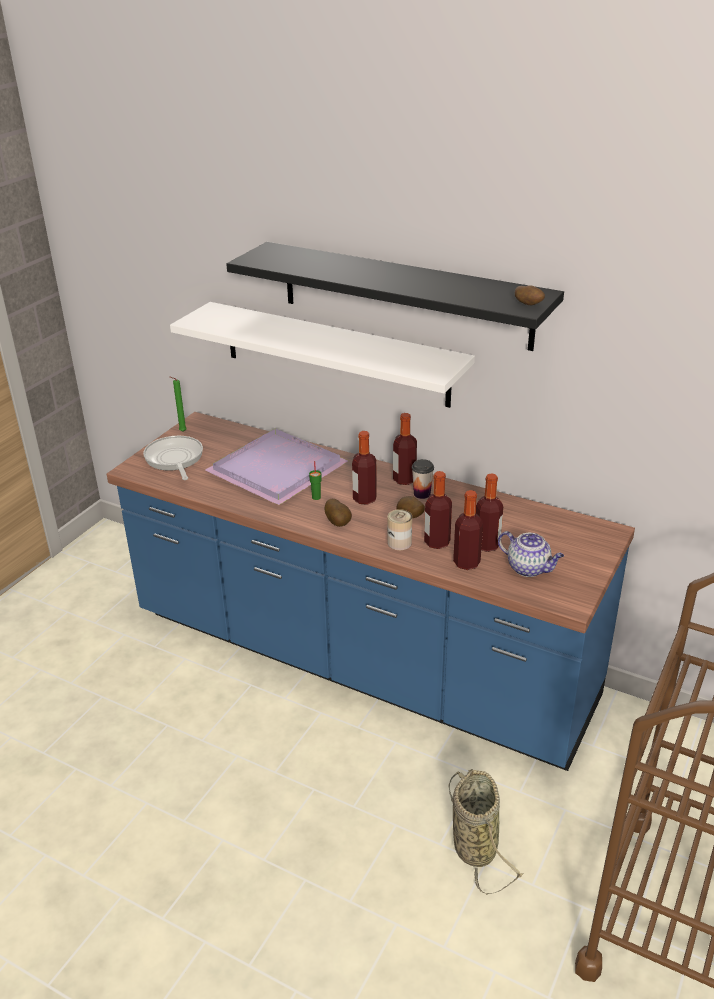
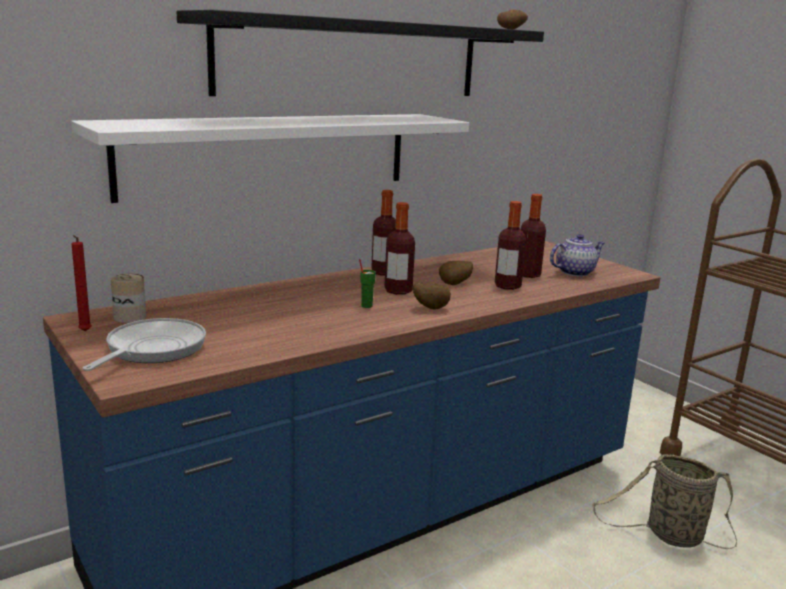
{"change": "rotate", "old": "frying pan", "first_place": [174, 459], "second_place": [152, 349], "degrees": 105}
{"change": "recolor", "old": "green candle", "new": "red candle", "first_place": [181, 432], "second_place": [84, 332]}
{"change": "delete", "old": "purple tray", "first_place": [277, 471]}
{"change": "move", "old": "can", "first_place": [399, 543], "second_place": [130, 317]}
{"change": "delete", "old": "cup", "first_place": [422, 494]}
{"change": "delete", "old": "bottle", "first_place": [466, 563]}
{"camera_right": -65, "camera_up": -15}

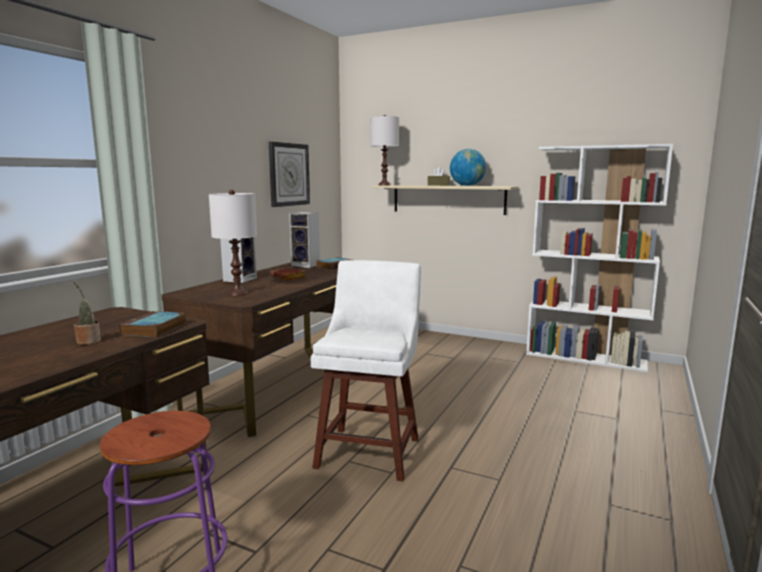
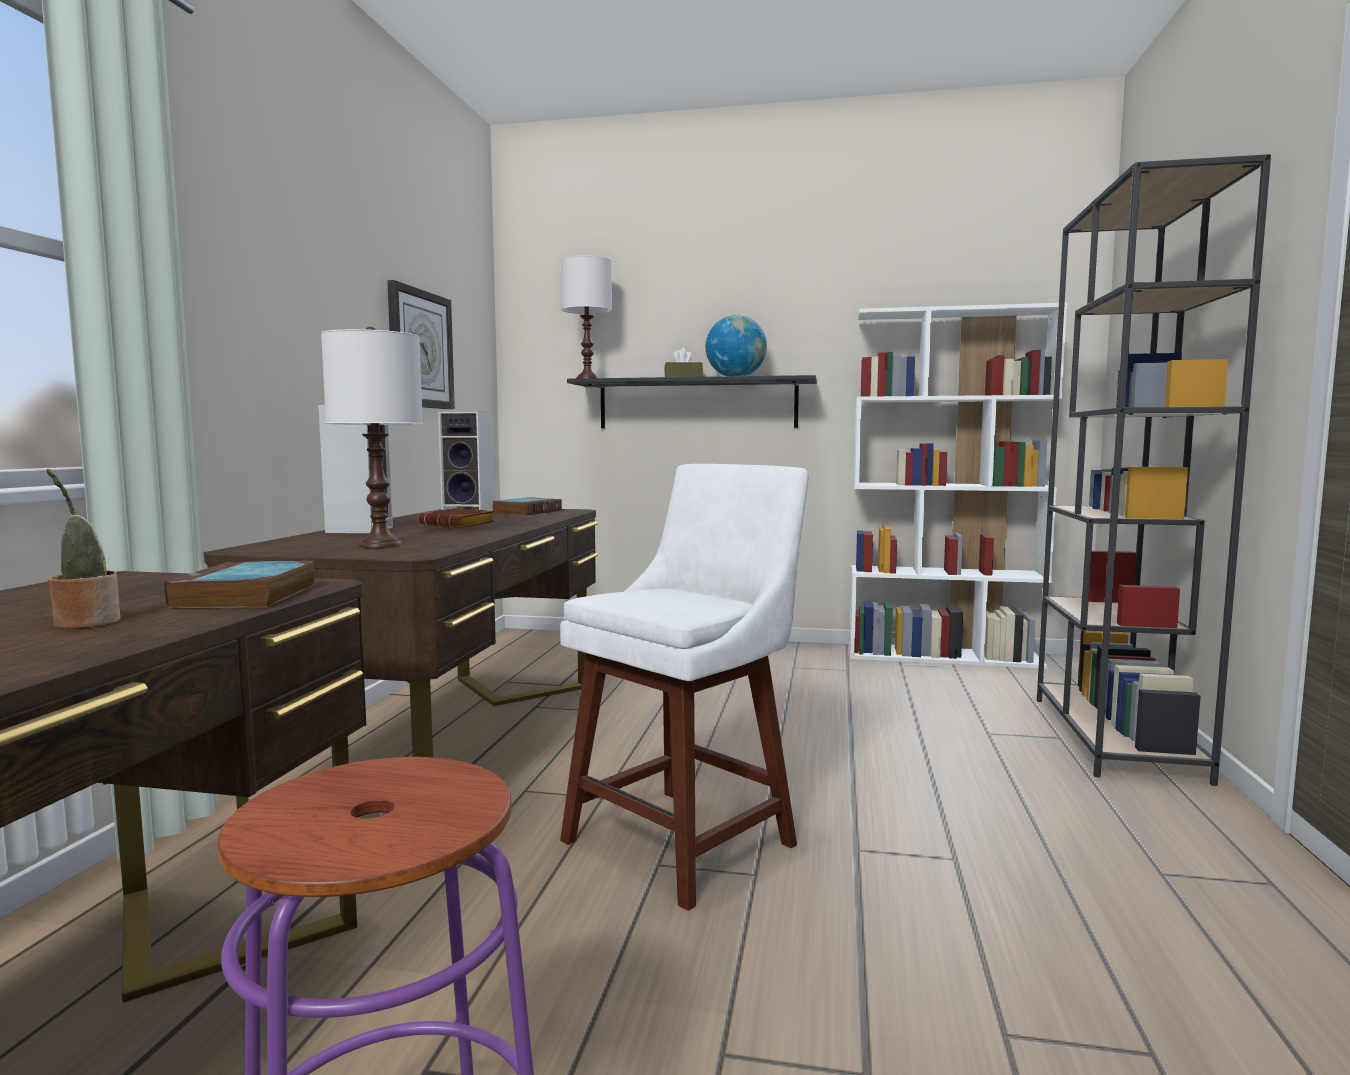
{"change": "rotate", "old": "white chair", "first_place": [370, 450], "second_place": [687, 838], "degrees": 45}
{"change": "recolor", "old": "beige shelf", "new": "black shelf", "first_place": [448, 199], "second_place": [697, 404]}
{"change": "insert", "new": "bookcase", "second_place": [1116, 738]}
{"camera_right": -15, "camera_up": -5}

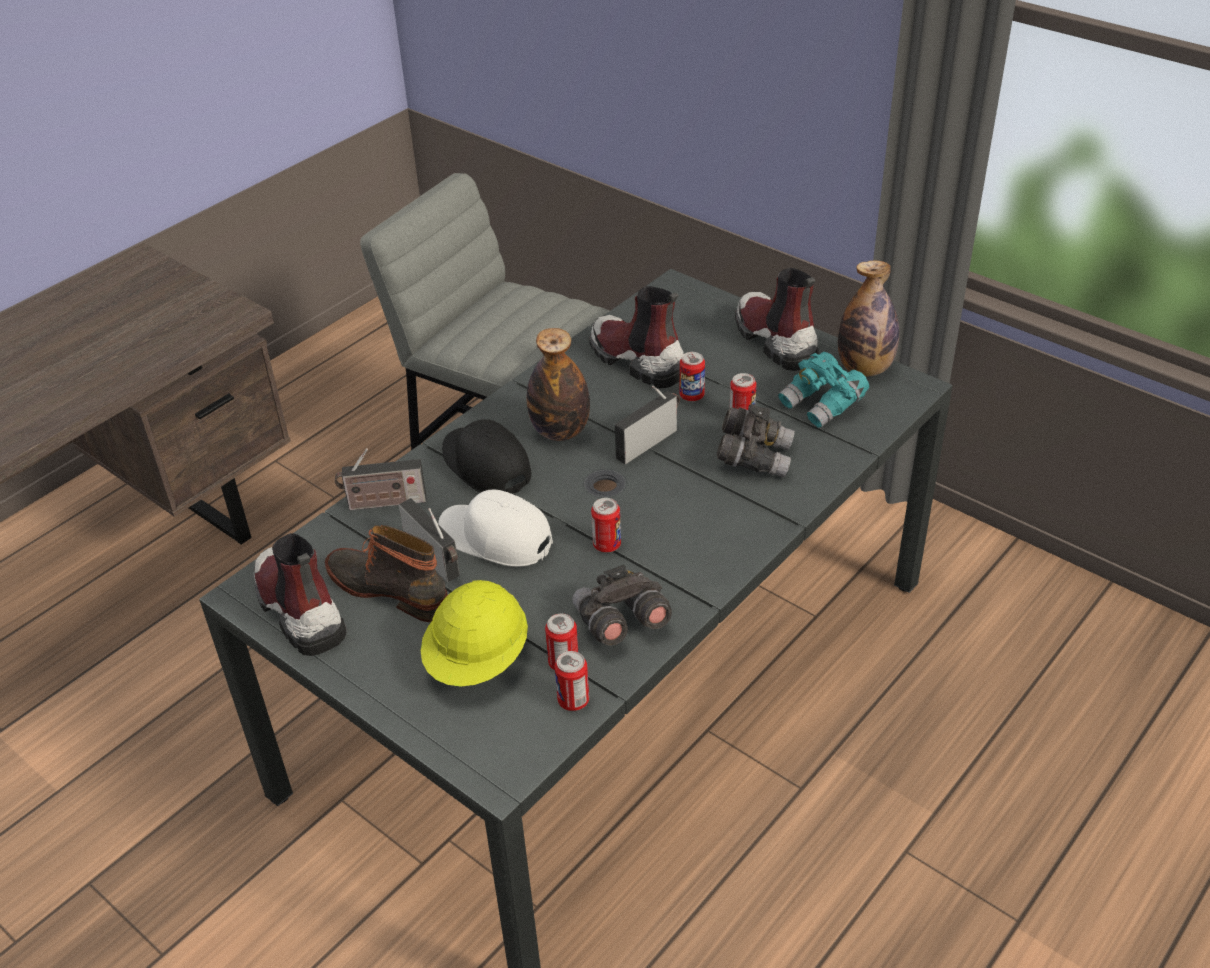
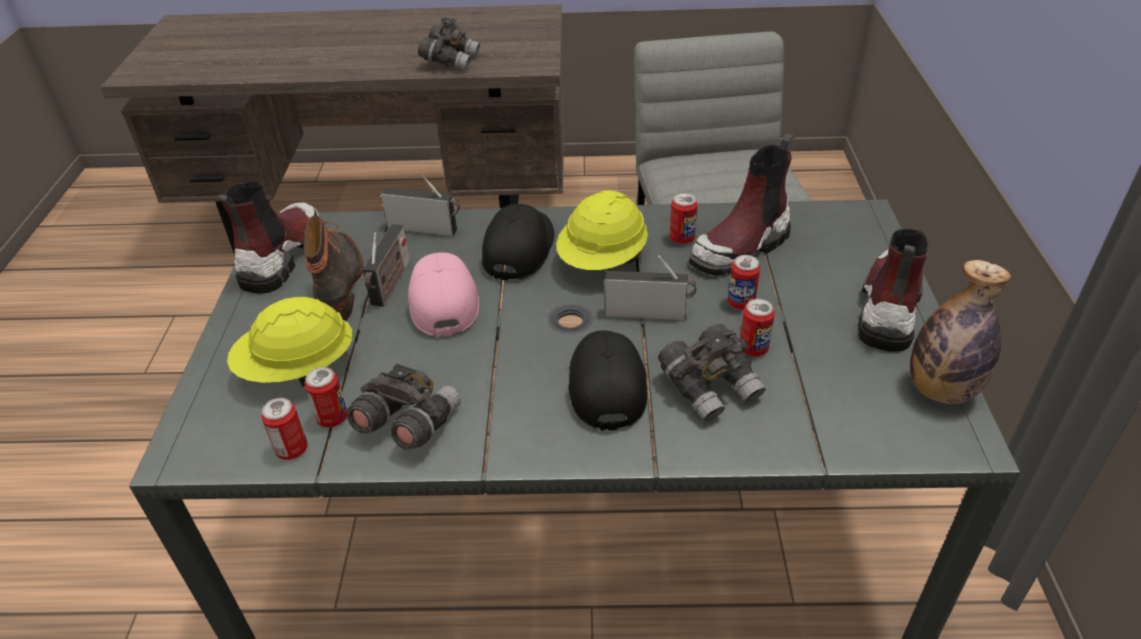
{"change": "rotate", "old": "radio", "first_place": [383, 503], "second_place": [426, 228], "degrees": 150}
{"change": "recolor", "old": "white cap", "new": "pink cap", "first_place": [496, 538], "second_place": [443, 300]}
{"change": "replace", "old": "bottle", "new": "yellow hard hat", "first_place": [560, 431], "second_place": [603, 261]}
{"change": "rotate", "old": "boot", "first_place": [635, 361], "second_place": [741, 248], "degrees": -135}
{"change": "move", "old": "can", "first_place": [607, 545], "second_place": [682, 239]}
{"change": "delete", "old": "turquoise binoculars", "first_place": [822, 405]}
{"change": "insert", "new": "grey binoculars", "second_place": [450, 61]}
{"change": "insert", "new": "black cap", "second_place": [606, 383]}
{"camera_right": 50, "camera_up": 0}

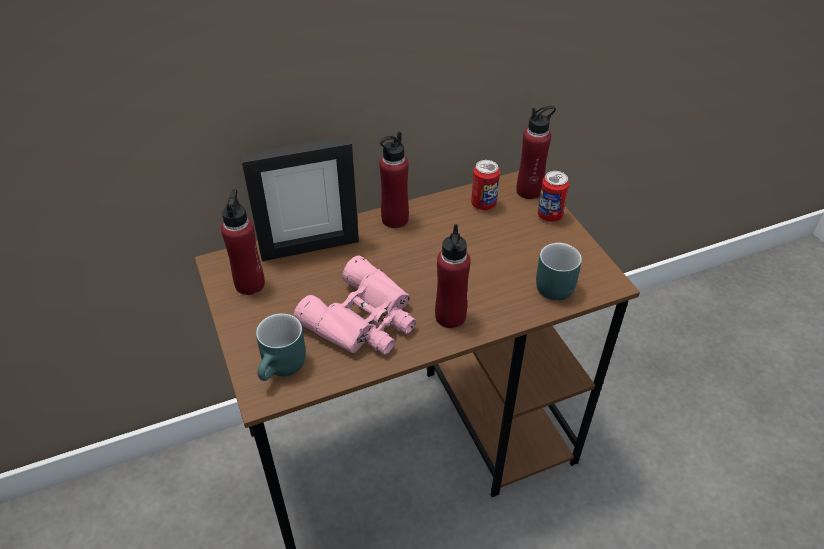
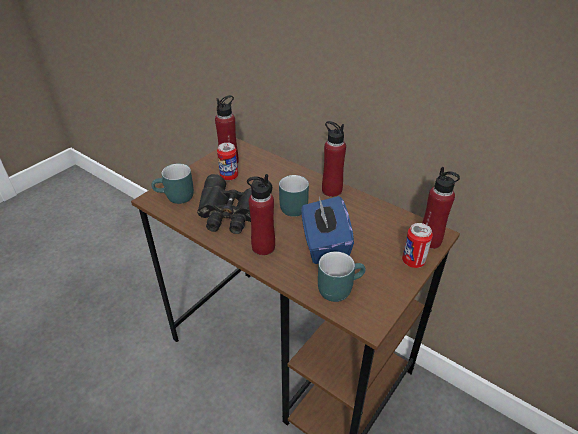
{"change": "delete", "old": "picture frame", "first_place": [309, 245]}
{"change": "recolor", "old": "pink binoculars", "new": "black binoculars", "first_place": [364, 320], "second_place": [232, 212]}
{"change": "move", "old": "can", "first_place": [483, 204], "second_place": [229, 176]}
{"change": "insert", "new": "turquoise mug", "second_place": [291, 206]}
{"change": "insert", "new": "blue tissue box", "second_place": [324, 245]}
{"camera_right": 60, "camera_up": -5}

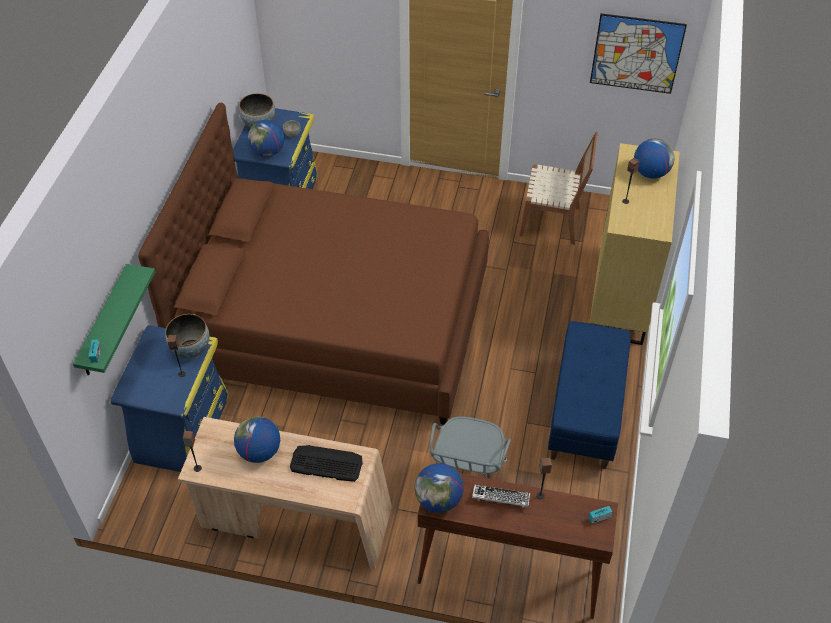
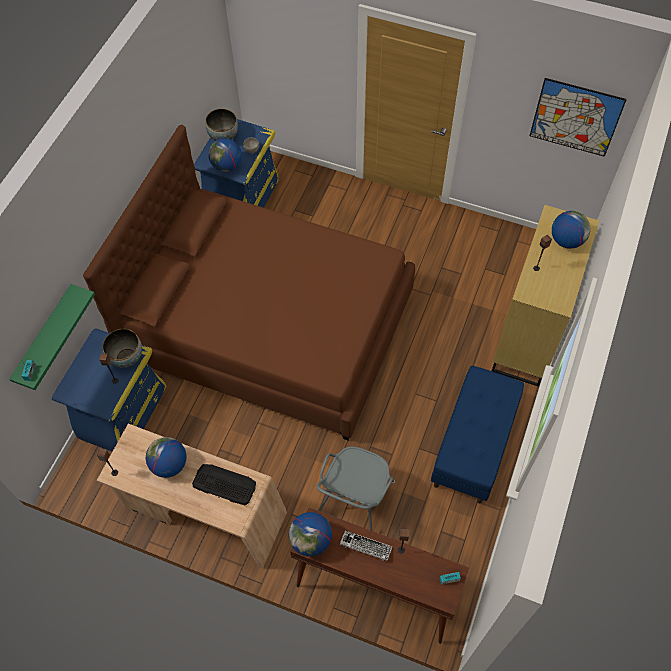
{"change": "delete", "old": "chair", "first_place": [553, 223]}
{"camera_right": 10, "camera_up": 10}

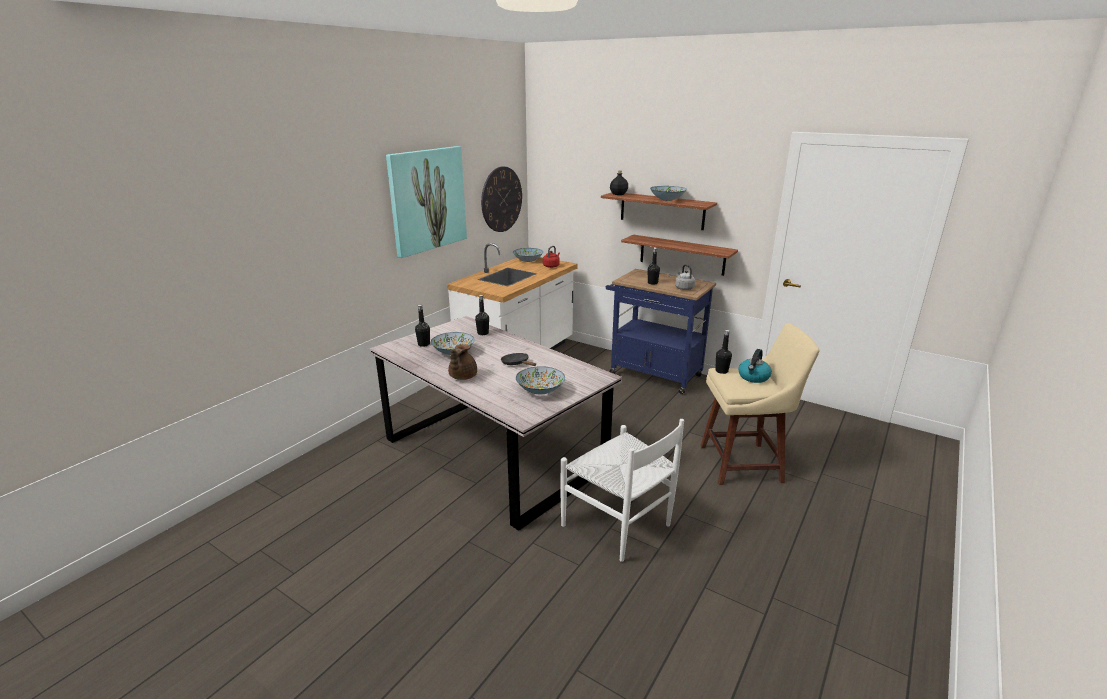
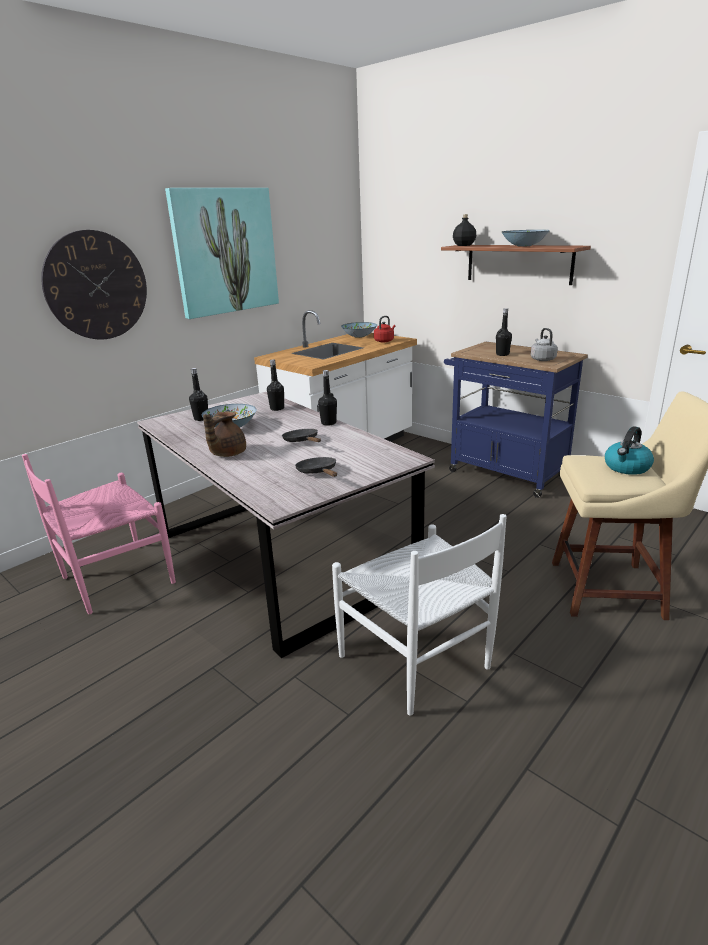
{"change": "move", "old": "wall clock", "first_place": [501, 199], "second_place": [96, 286]}
{"change": "replace", "old": "bowl", "new": "black frying pan", "first_place": [540, 390], "second_place": [318, 472]}
{"change": "delete", "old": "shelf", "first_place": [682, 255]}
{"change": "move", "old": "black bottle", "first_place": [721, 371], "second_place": [328, 423]}
{"change": "insert", "new": "pink chair", "second_place": [116, 579]}
{"camera_right": 10, "camera_up": 0}

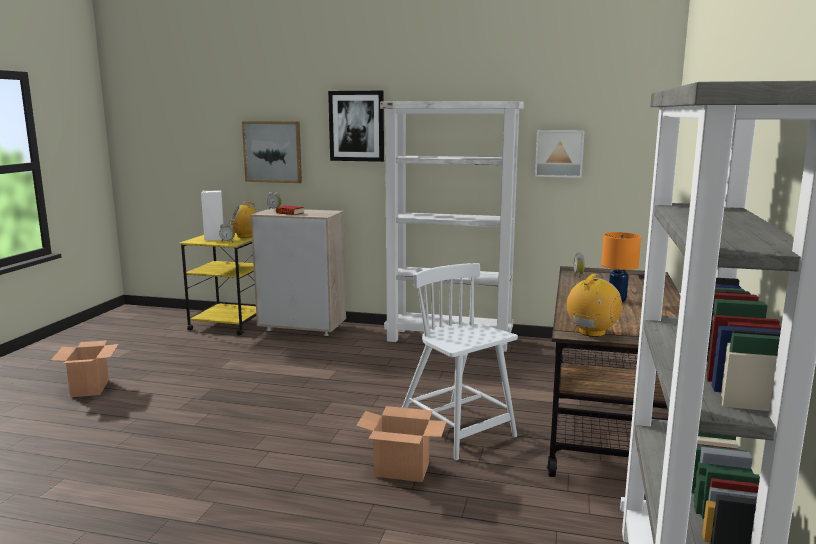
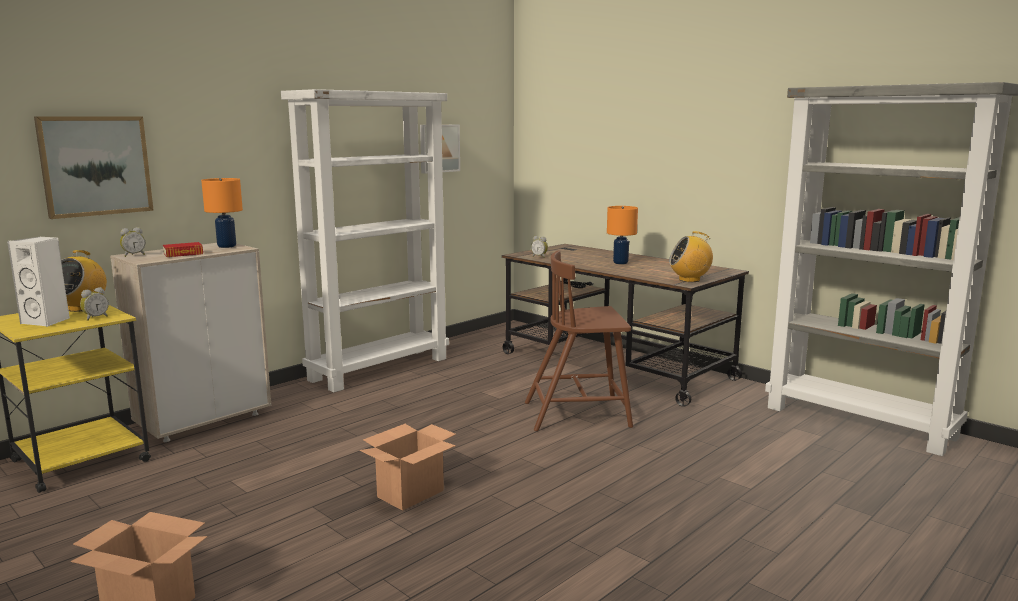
{"change": "delete", "old": "picture", "first_place": [356, 126]}
{"change": "move", "old": "cardboard box", "first_place": [402, 469], "second_place": [411, 493]}
{"change": "recolor", "old": "white chair", "new": "brown chair", "first_place": [457, 430], "second_place": [579, 414]}
{"change": "rotate", "old": "radio", "first_place": [592, 332], "second_place": [689, 280], "degrees": -75}
{"change": "insert", "new": "orange table lamp", "second_place": [225, 246]}
{"camera_right": -60, "camera_up": 0}

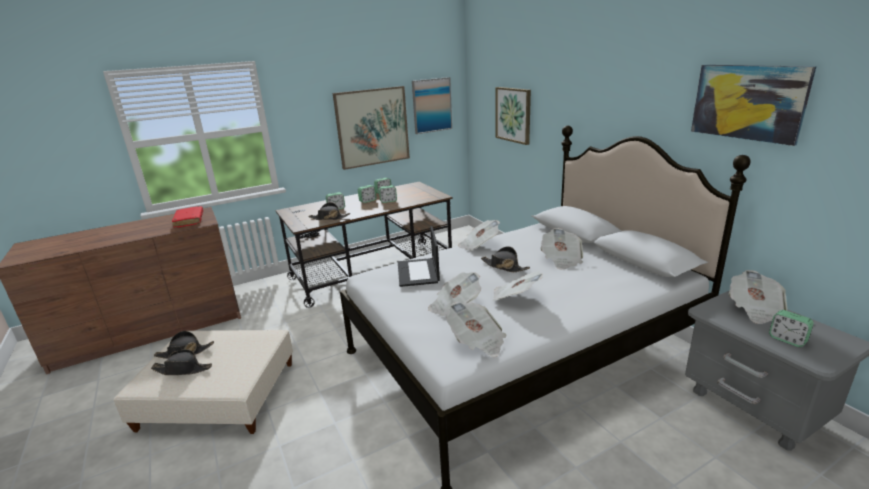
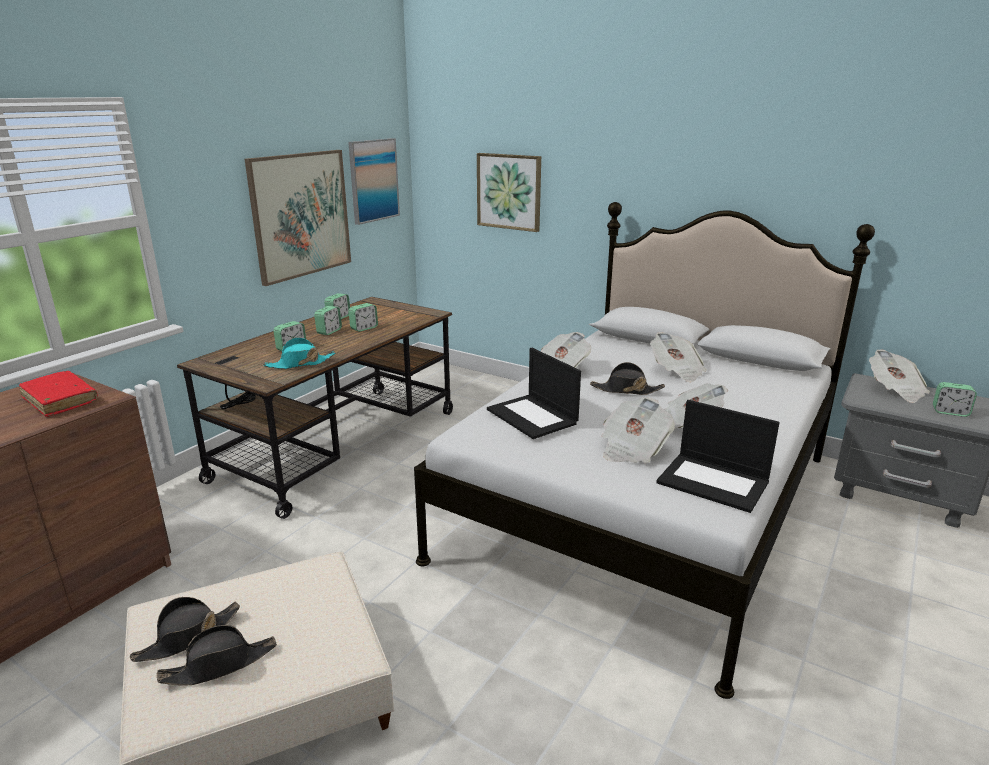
{"change": "recolor", "old": "black hat", "new": "turquoise hat", "first_place": [329, 218], "second_place": [300, 364]}
{"change": "replace", "old": "newspaper", "new": "laptop", "first_place": [477, 342], "second_place": [714, 482]}
{"change": "delete", "old": "picture", "first_place": [748, 102]}
{"camera_right": -30, "camera_up": 0}

